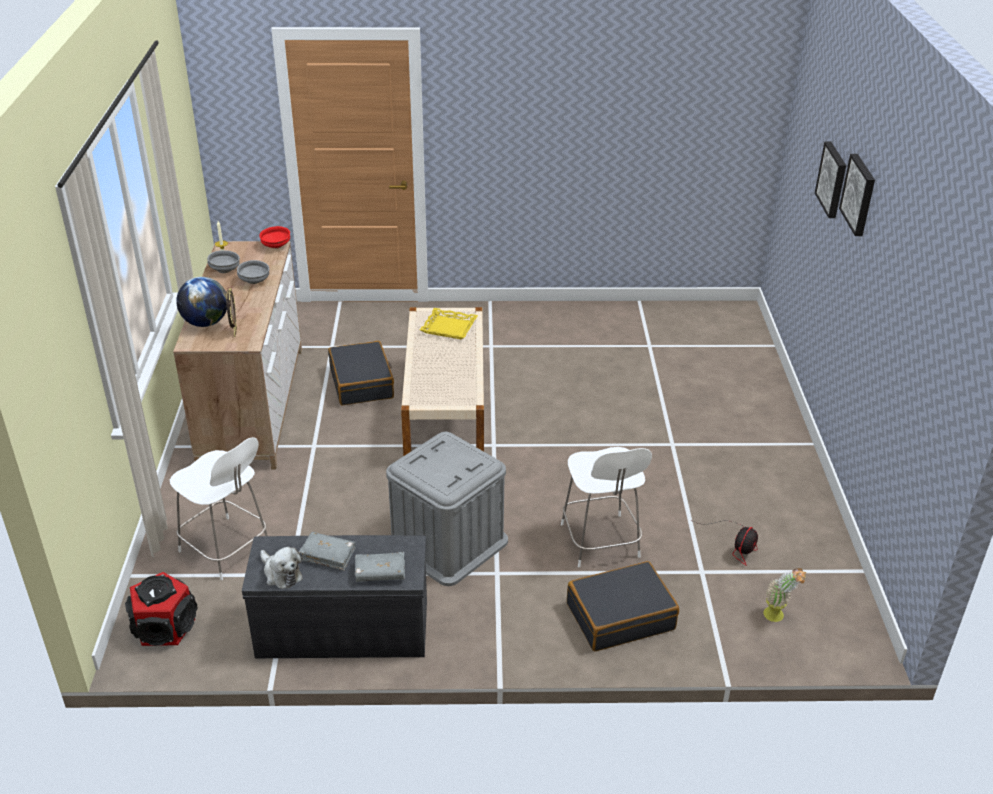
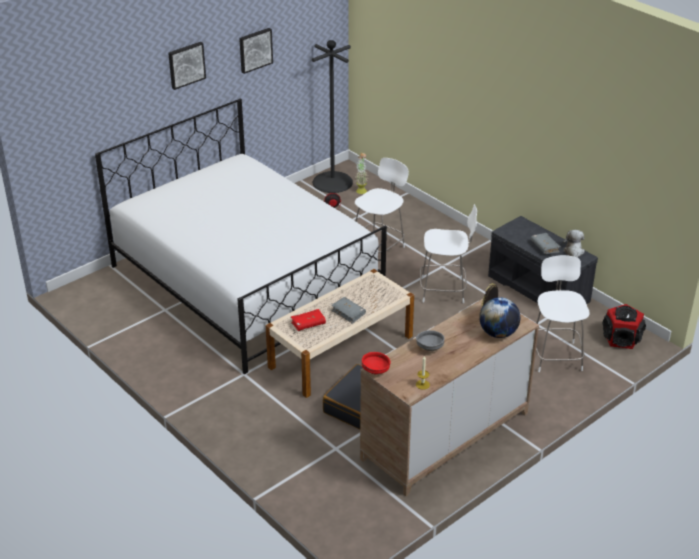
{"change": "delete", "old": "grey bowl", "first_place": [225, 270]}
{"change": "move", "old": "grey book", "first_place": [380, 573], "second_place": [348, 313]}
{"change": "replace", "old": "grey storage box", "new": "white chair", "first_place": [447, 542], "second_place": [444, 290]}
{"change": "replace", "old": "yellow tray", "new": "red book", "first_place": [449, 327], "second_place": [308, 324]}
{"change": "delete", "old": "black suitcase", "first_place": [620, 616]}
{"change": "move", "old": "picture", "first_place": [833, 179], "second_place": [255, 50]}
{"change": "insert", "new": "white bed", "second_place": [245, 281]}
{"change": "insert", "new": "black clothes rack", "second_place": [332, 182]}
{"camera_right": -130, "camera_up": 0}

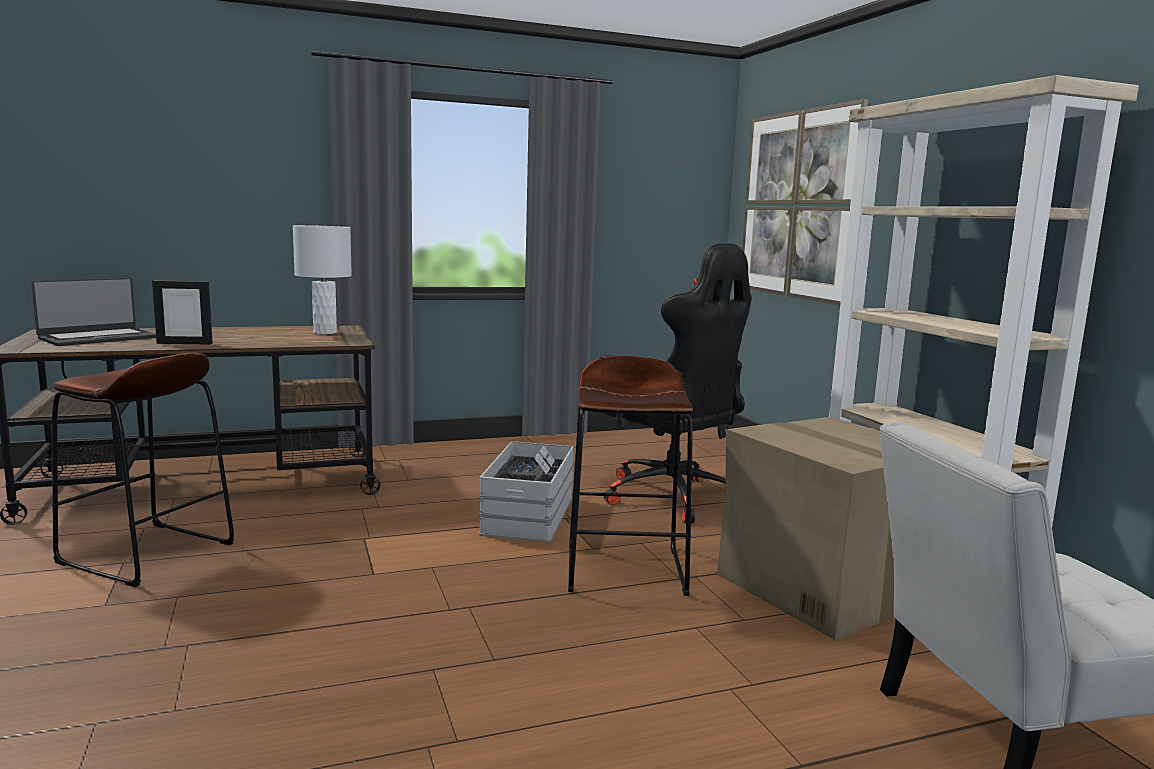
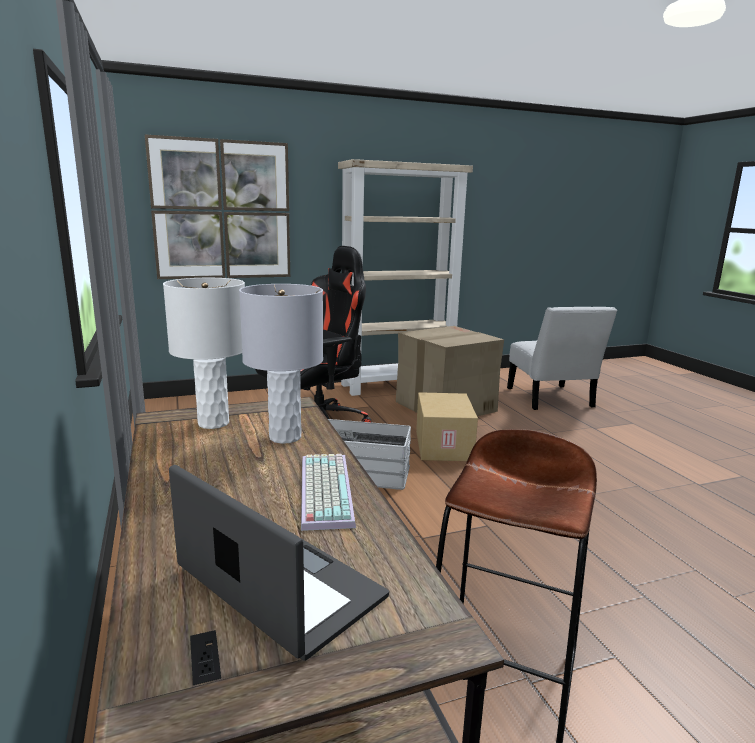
{"change": "replace", "old": "picture frame", "new": "keyboard", "first_place": [185, 343], "second_place": [323, 490]}
{"change": "replace", "old": "brown stool", "new": "cardboard box", "first_place": [625, 568], "second_place": [442, 445]}
{"change": "insert", "new": "grey table lamp", "second_place": [285, 437]}
{"camera_right": -90, "camera_up": 5}

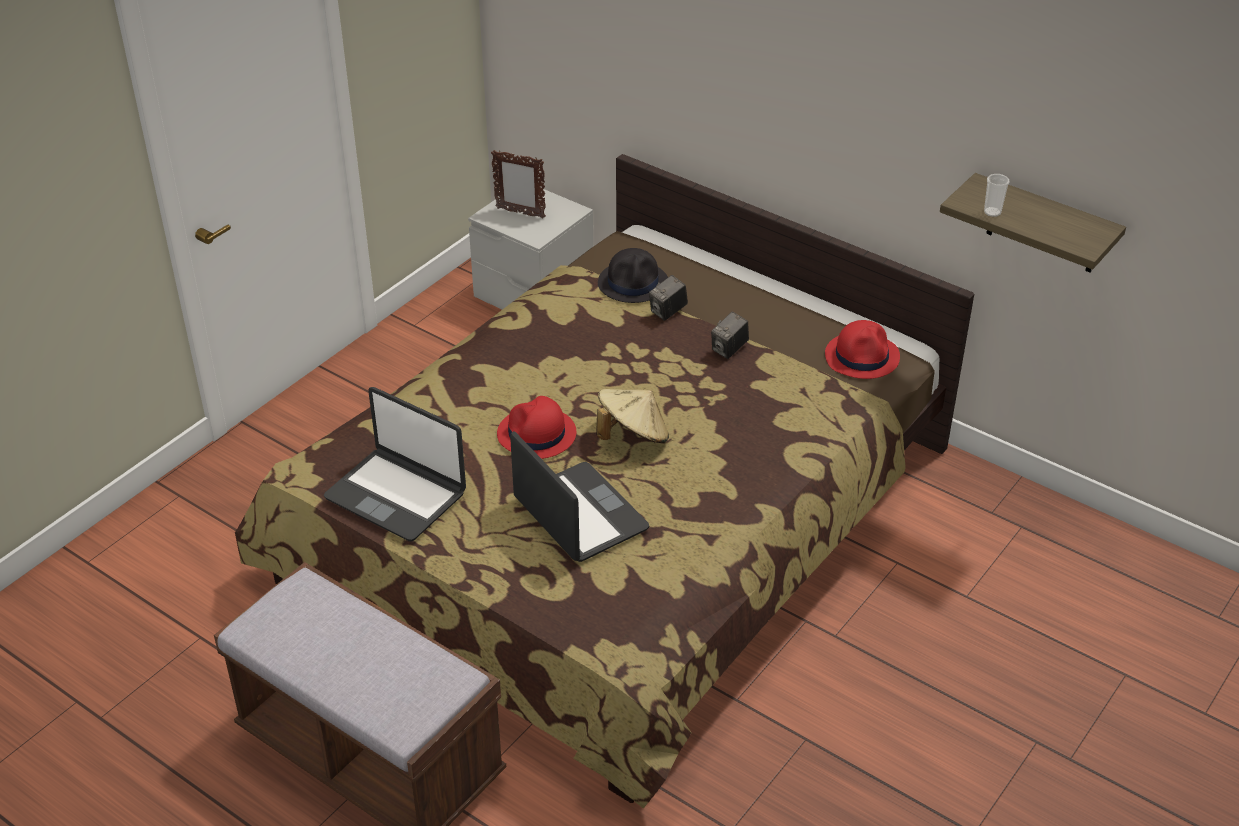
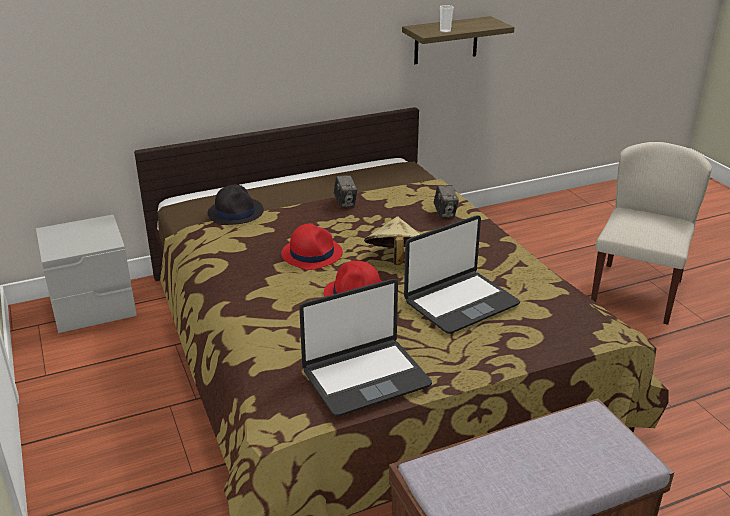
{"change": "delete", "old": "picture frame", "first_place": [520, 213]}
{"change": "rotate", "old": "laptop", "first_place": [579, 515], "second_place": [460, 302], "degrees": 150}
{"change": "move", "old": "photo camera", "first_place": [668, 312], "second_place": [445, 213]}
{"change": "move", "old": "red hat", "first_place": [862, 356], "second_place": [312, 253]}
{"change": "insert", "new": "beige chair", "second_place": [635, 292]}
{"camera_right": -60, "camera_up": -10}

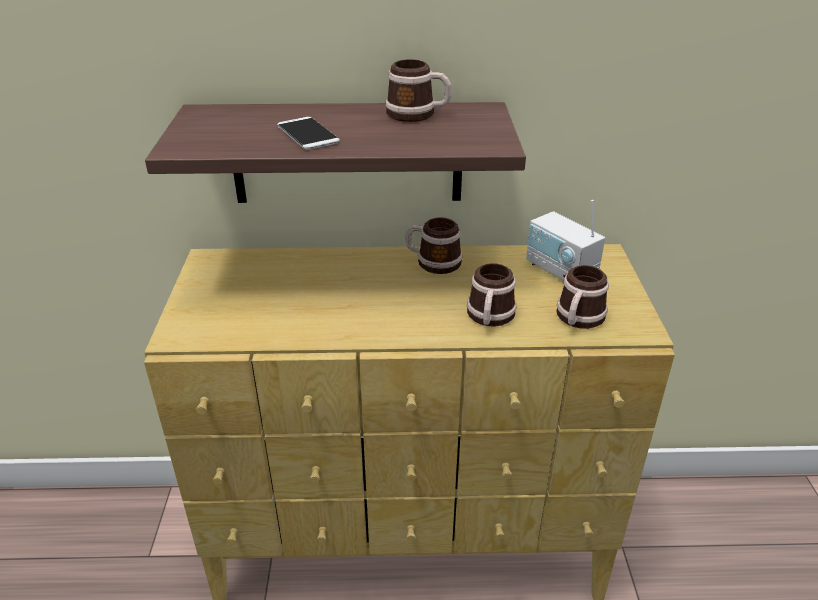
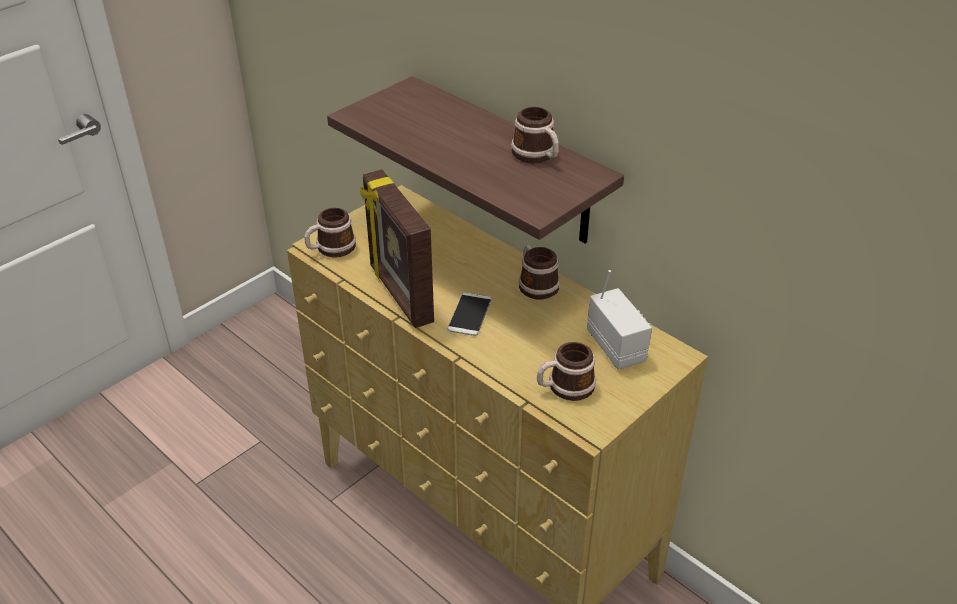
{"change": "move", "old": "phone", "first_place": [307, 134], "second_place": [469, 314]}
{"change": "move", "old": "mug", "first_place": [489, 318], "second_place": [331, 249]}
{"change": "rotate", "old": "radio", "first_place": [560, 271], "second_place": [616, 347], "degrees": 150}
{"change": "insert", "new": "picture frame", "second_place": [399, 295]}
{"camera_right": 45, "camera_up": 5}

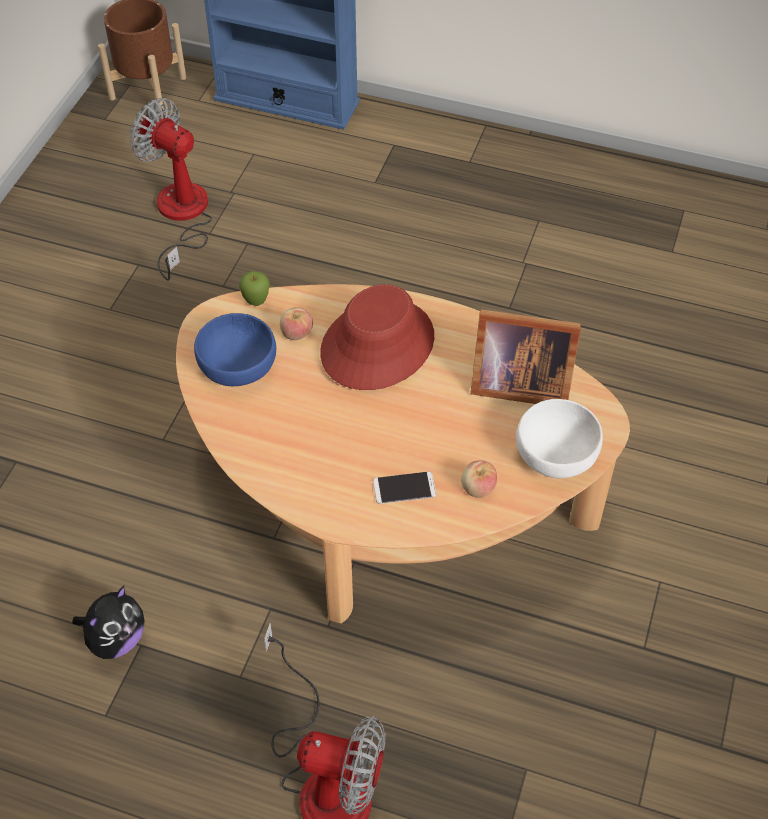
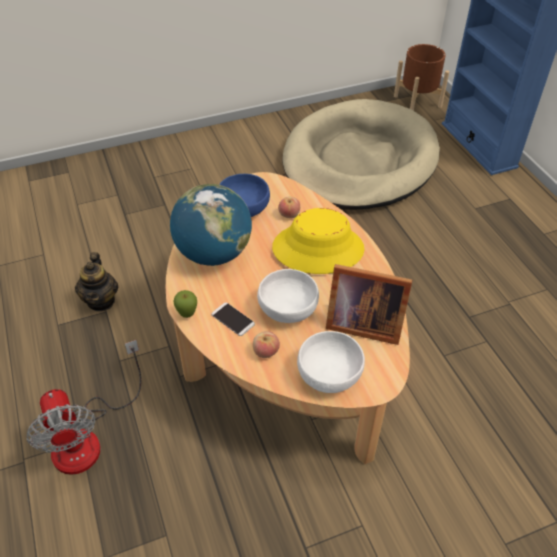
{"change": "replace", "old": "plush toy", "new": "teapot", "first_place": [116, 639], "second_place": [101, 301]}
{"change": "replace", "old": "fan", "new": "beige dog bed", "first_place": [181, 217], "second_place": [359, 160]}
{"change": "move", "old": "apple", "first_place": [256, 303], "second_place": [187, 315]}
{"change": "recolor", "old": "red hat", "new": "yellow hat", "first_place": [377, 345], "second_place": [318, 248]}
{"change": "rotate", "old": "picture frame", "first_place": [516, 383], "second_place": [361, 322], "degrees": -45}
{"change": "insert", "new": "globe", "second_place": [213, 253]}
{"change": "insert", "new": "white bowl", "second_place": [288, 309]}
{"camera_right": 50, "camera_up": -5}

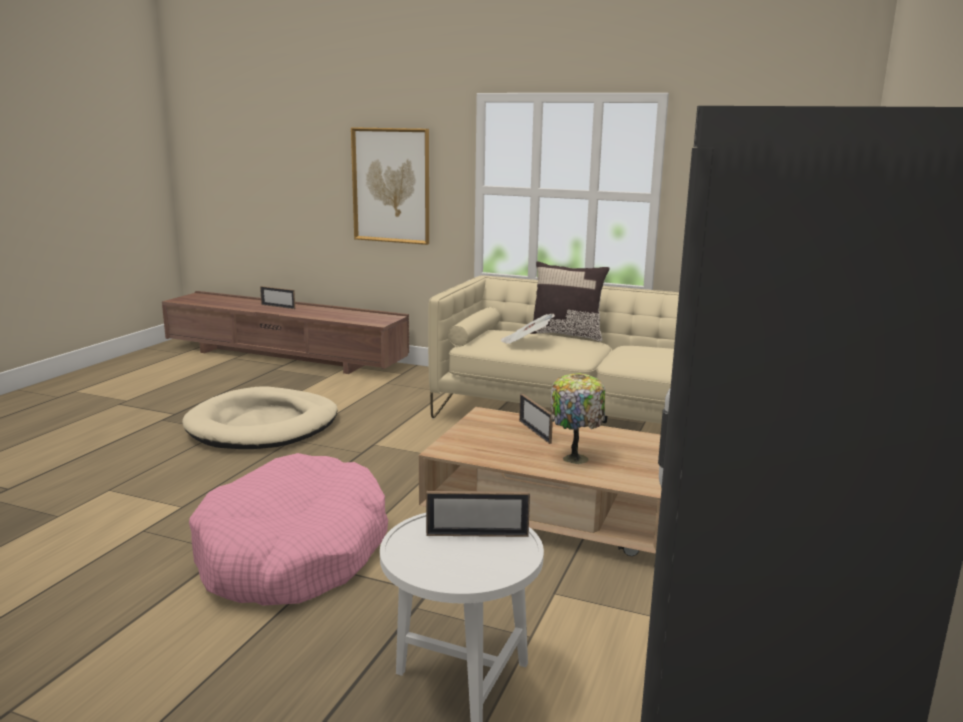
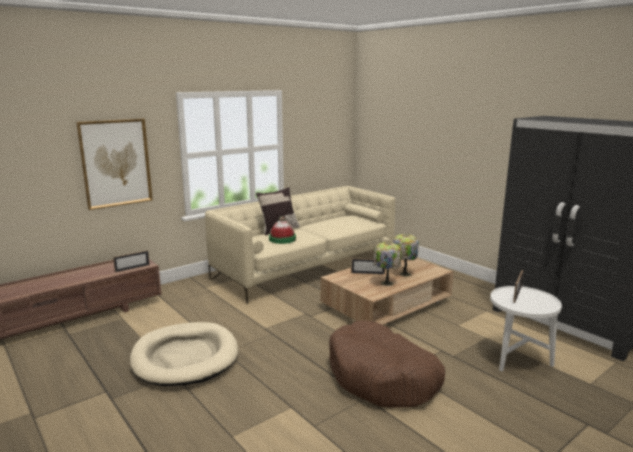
{"change": "recolor", "old": "pink dog bed", "new": "brown dog bed", "first_place": [293, 553], "second_place": [382, 377]}
{"change": "move", "old": "picture frame", "first_place": [278, 306], "second_place": [132, 268]}
{"change": "replace", "old": "newspaper", "new": "hat", "first_place": [526, 343], "second_place": [282, 239]}
{"change": "insert", "new": "table lamp", "second_place": [386, 283]}
{"camera_right": -60, "camera_up": 0}

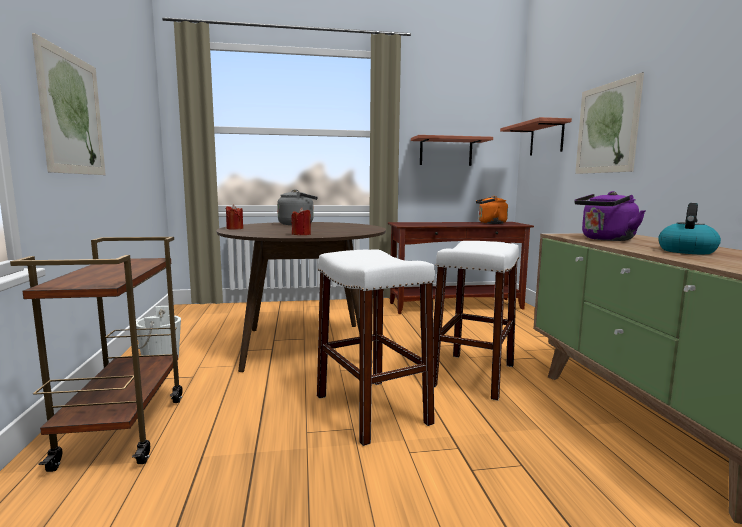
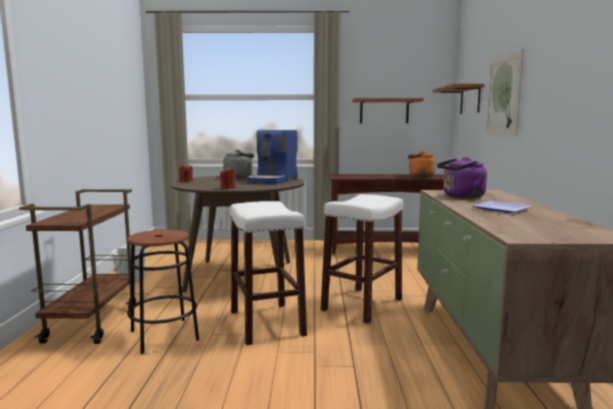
{"change": "delete", "old": "picture", "first_place": [72, 114]}
{"change": "replace", "old": "kettle", "new": "plate", "first_place": [686, 251], "second_place": [499, 209]}
{"change": "insert", "new": "black stool", "second_place": [164, 335]}
{"change": "insert", "new": "coffee machine", "second_place": [273, 180]}
{"camera_right": 10, "camera_up": 0}

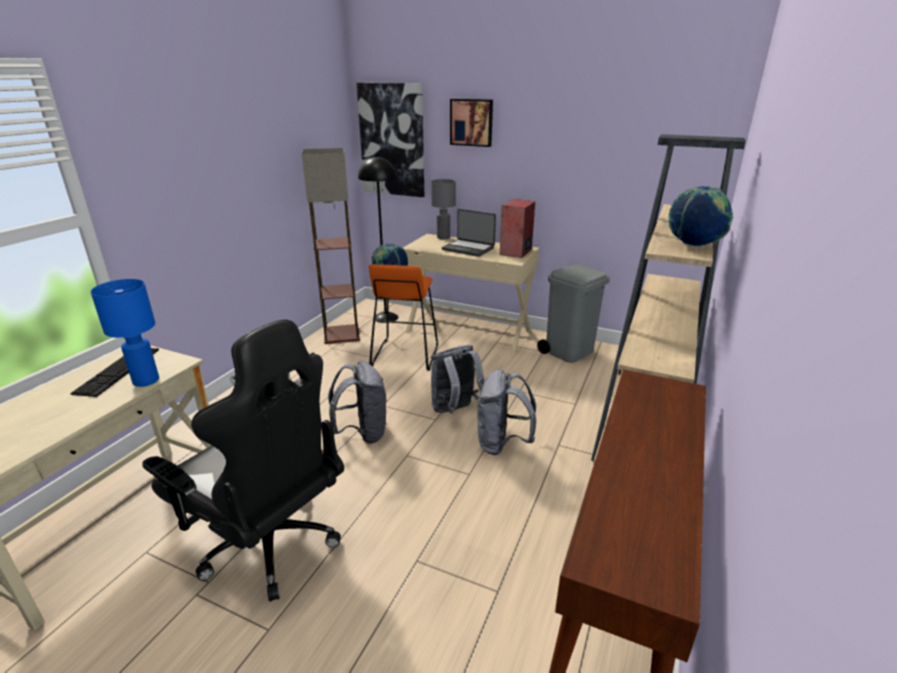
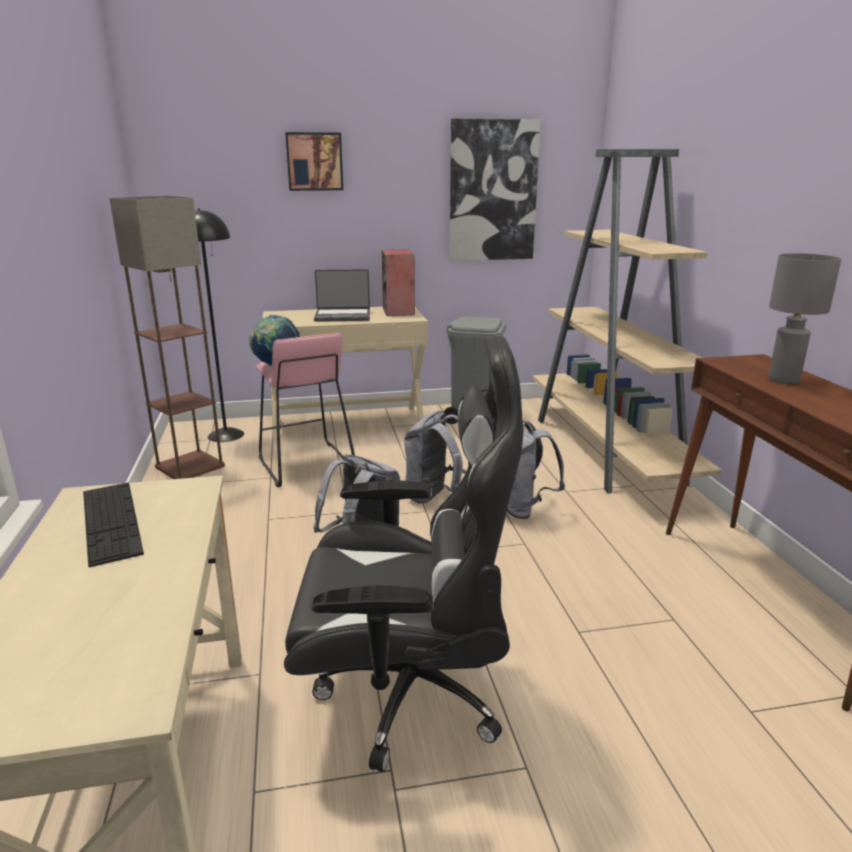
{"change": "delete", "old": "blue table lamp", "first_place": [146, 380]}
{"change": "move", "old": "picture", "first_place": [392, 140], "second_place": [492, 191]}
{"change": "recolor", "old": "orange stool", "new": "pink stool", "first_place": [405, 354], "second_place": [305, 464]}
{"change": "move", "old": "grey table lamp", "first_place": [443, 237], "second_place": [784, 380]}
{"change": "delete", "old": "globe", "first_place": [694, 245]}
{"camera_right": -35, "camera_up": -5}

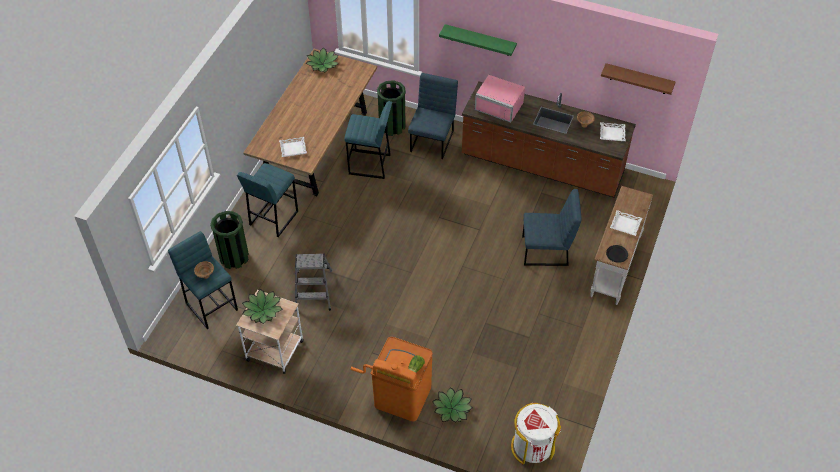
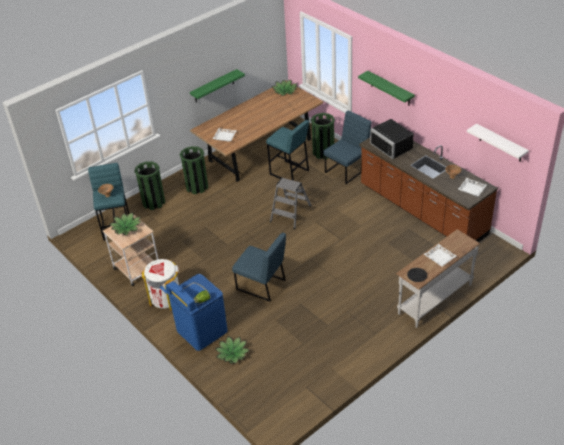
{"change": "replace", "old": "turquoise stool", "new": "green trash can", "first_place": [273, 219], "second_place": [197, 187]}
{"change": "move", "old": "grey step ladder", "first_place": [313, 289], "second_place": [290, 213]}
{"change": "recolor", "old": "orange washing machine", "new": "blue washing machine", "first_place": [401, 397], "second_place": [201, 331]}
{"change": "recolor", "old": "pink microwave", "new": "black microwave", "first_place": [500, 105], "second_place": [393, 146]}
{"change": "move", "old": "white trash can", "first_place": [532, 446], "second_place": [166, 299]}
{"change": "move", "old": "blue chair", "first_place": [546, 251], "second_place": [262, 285]}
{"change": "recolor", "old": "brown shelf", "new": "white shelf", "first_place": [638, 79], "second_place": [501, 143]}
{"change": "insert", "new": "green shelf", "second_place": [214, 86]}
{"camera_right": 30, "camera_up": -10}

